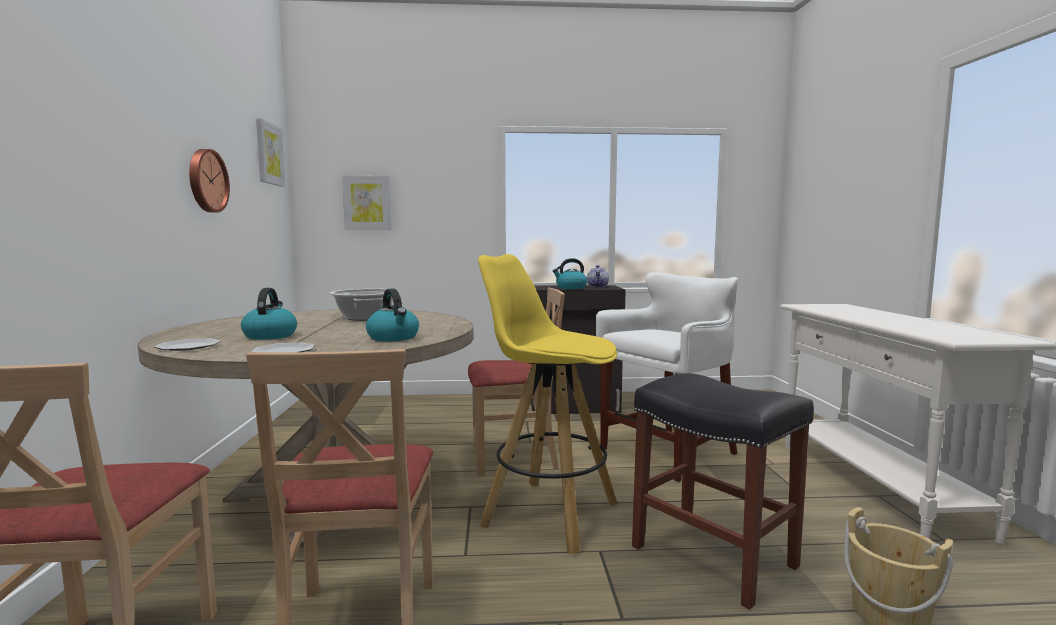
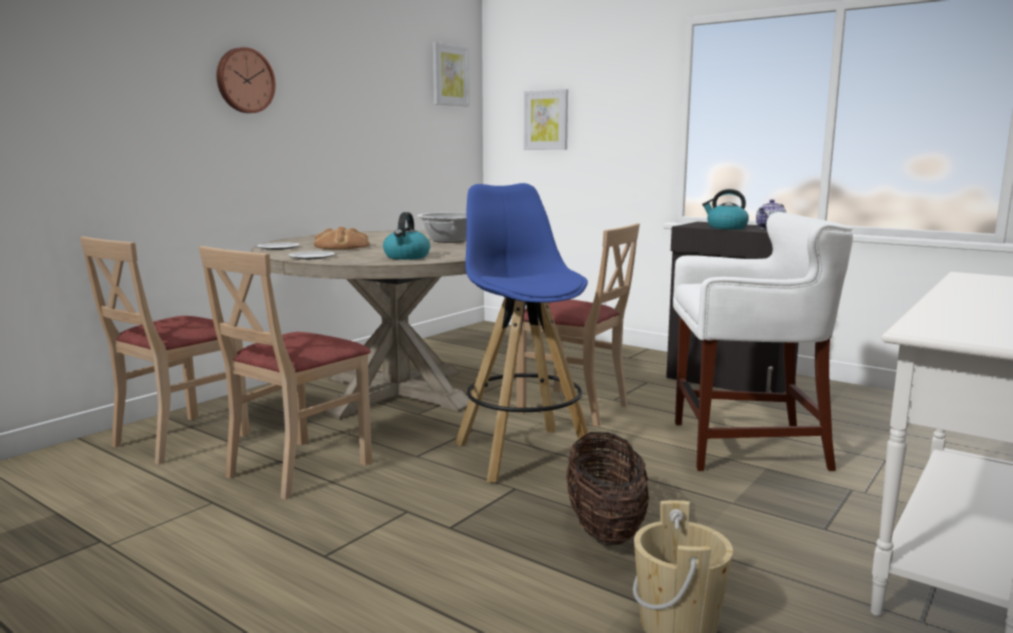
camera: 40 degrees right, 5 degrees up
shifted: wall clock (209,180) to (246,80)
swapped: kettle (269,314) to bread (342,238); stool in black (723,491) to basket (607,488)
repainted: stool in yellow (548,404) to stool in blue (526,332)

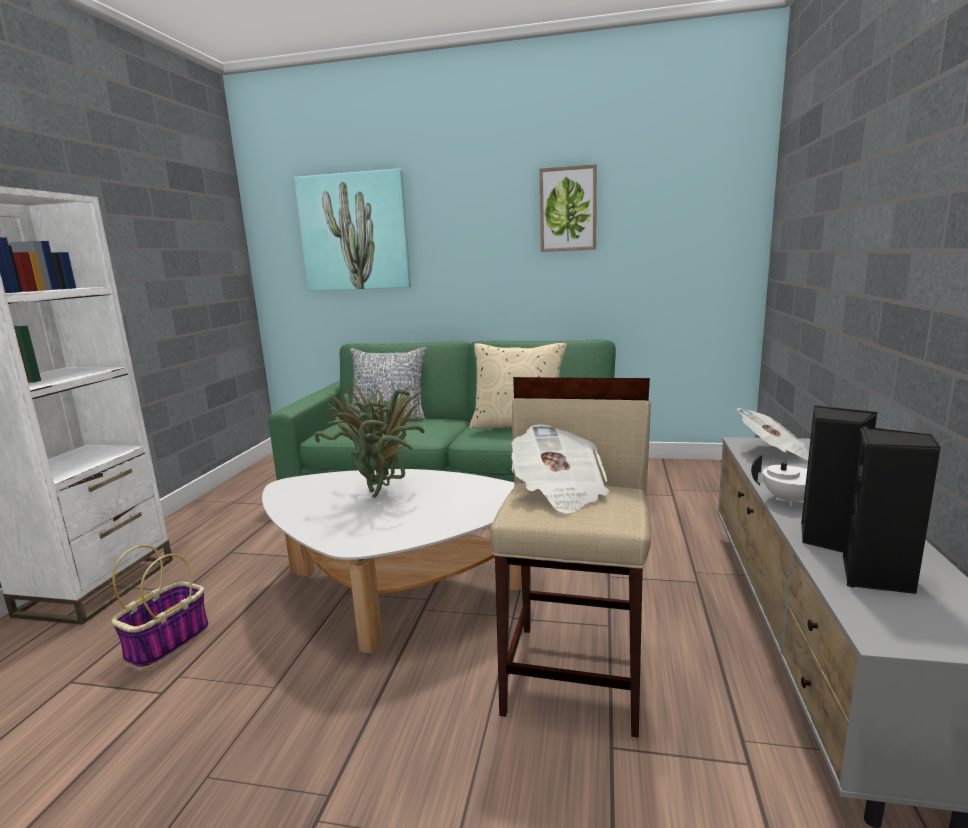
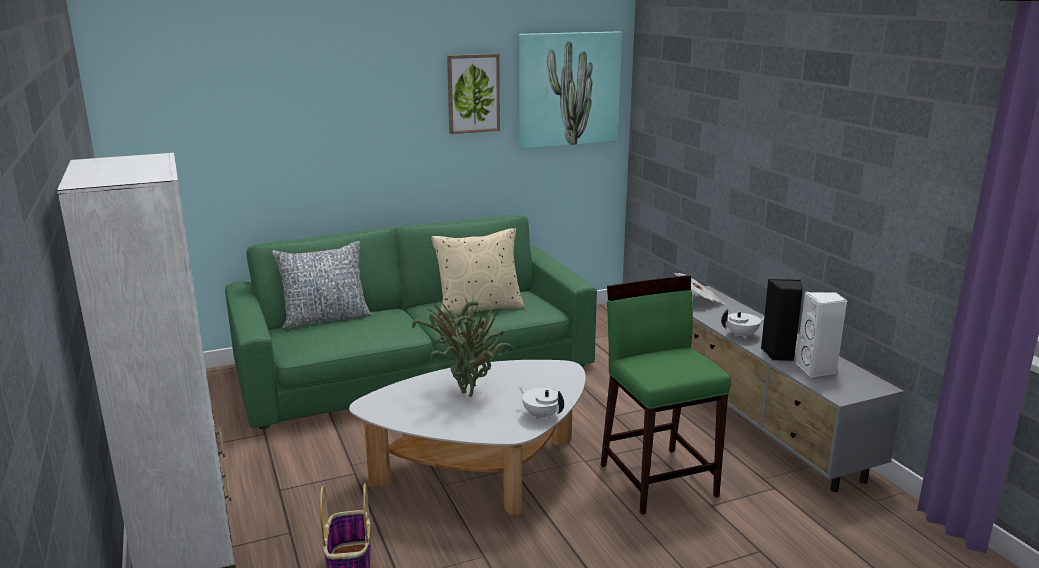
camera: 35 degrees left, 5 degrees up
gone: newspaper (560,469)
new: teapot in white (541,403)
shifted: picture (352,230) to (570,90)
repainted: stool in beige (570,557) to stool in green (666,395); speaker in black (892,510) to speaker in white (821,334)

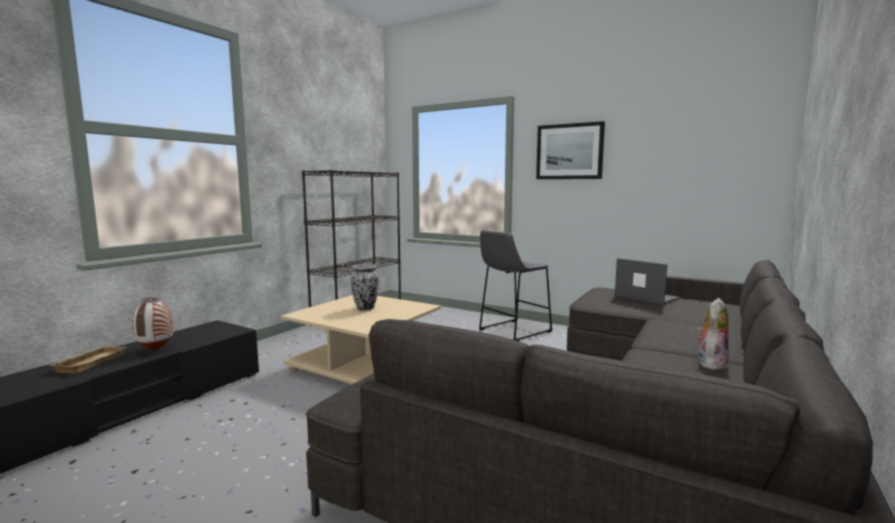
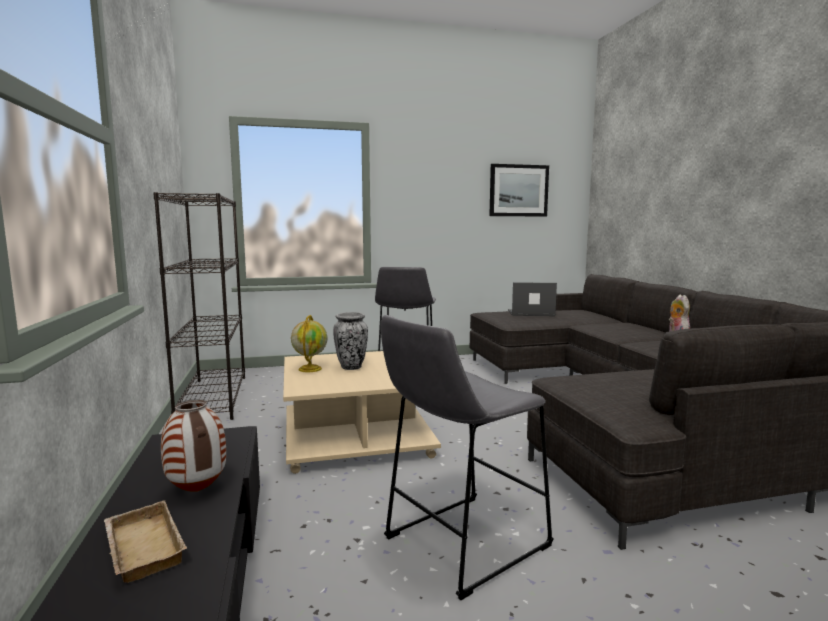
camera: 45 degrees left, 0 degrees up
new: globe (309,343); stool in grey (467,457)
shifted: picture (570,150) to (519,190)

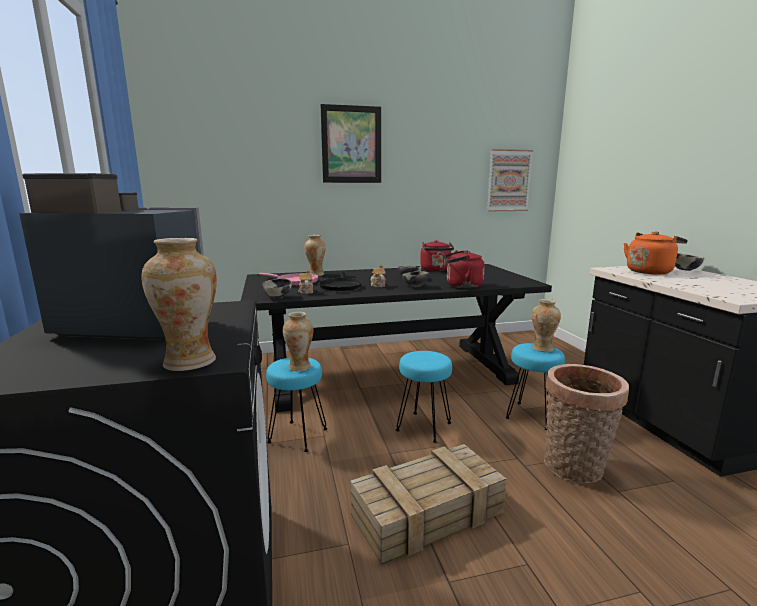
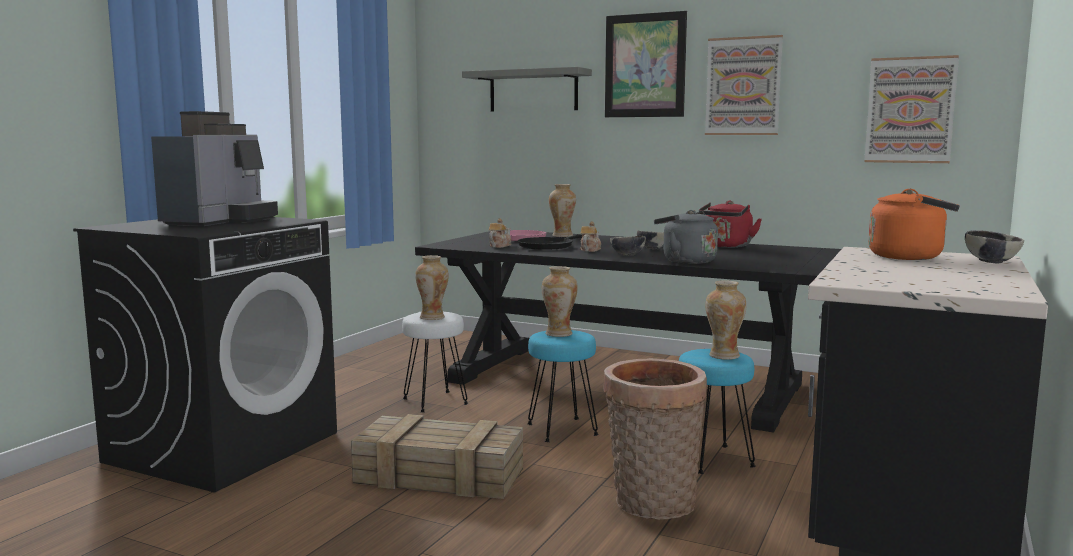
camera: 40 degrees right, 5 degrees down
gone: bowl (277,289)
new: shelf in grey (527,89); picture (744,85)
shifted: vase (179,304) to (560,301)
repainted: stool in turquoise (296,404) to stool in white (435,362); kettle in red (464,269) to kettle in grey (686,237)
rotated: coffee machine (111,256) = (214,168) 60 degrees clockwise

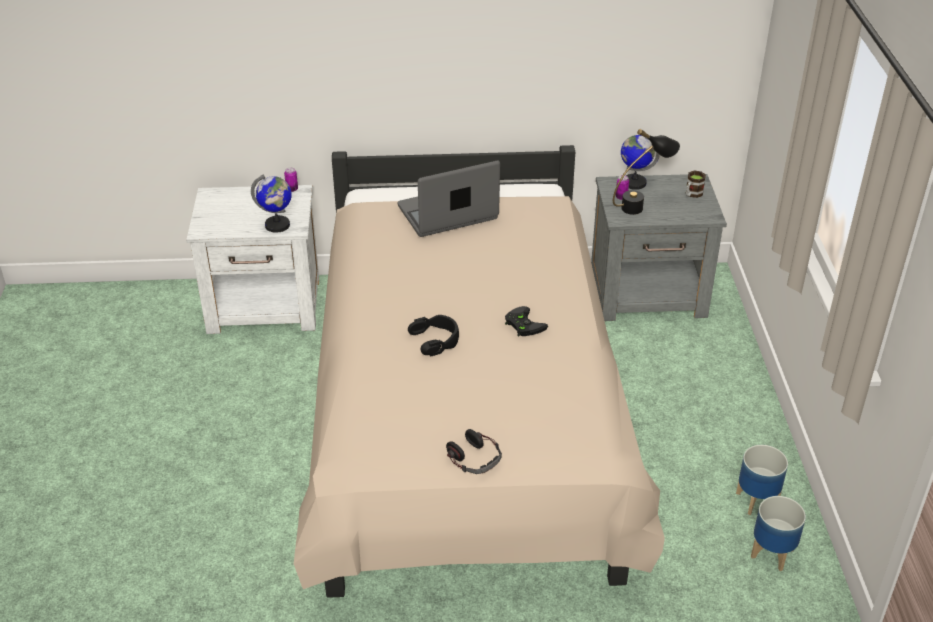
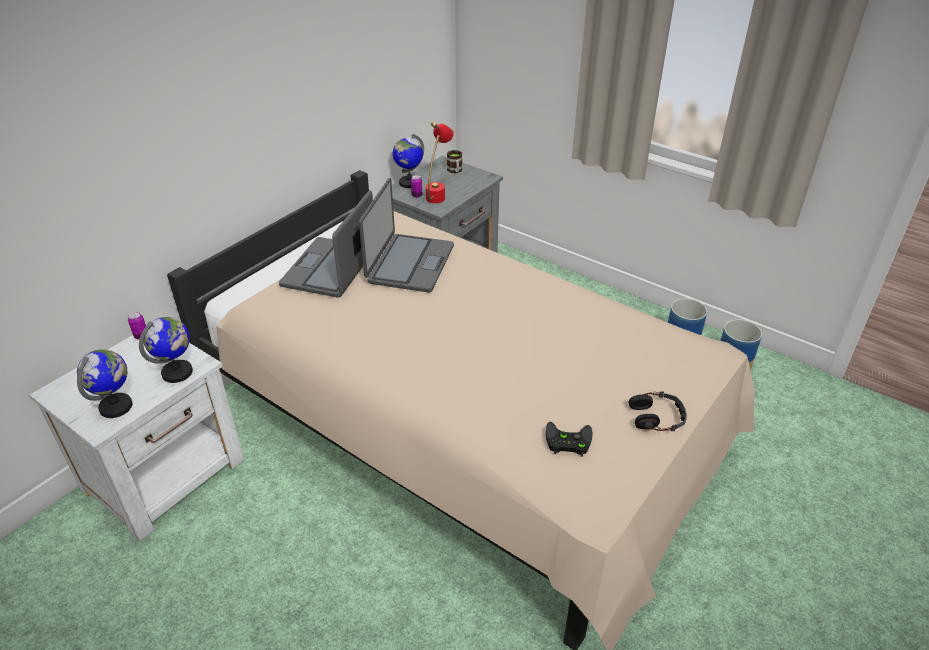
camera: 50 degrees left, 0 degrees up
gone: headphones in black (433,335)
new: globe (104,383); laptop (406,235)
shifted: game controller in black (526,321) to (569,439)
repainted: table lamp in black (646,172) to table lamp in red (440,162)

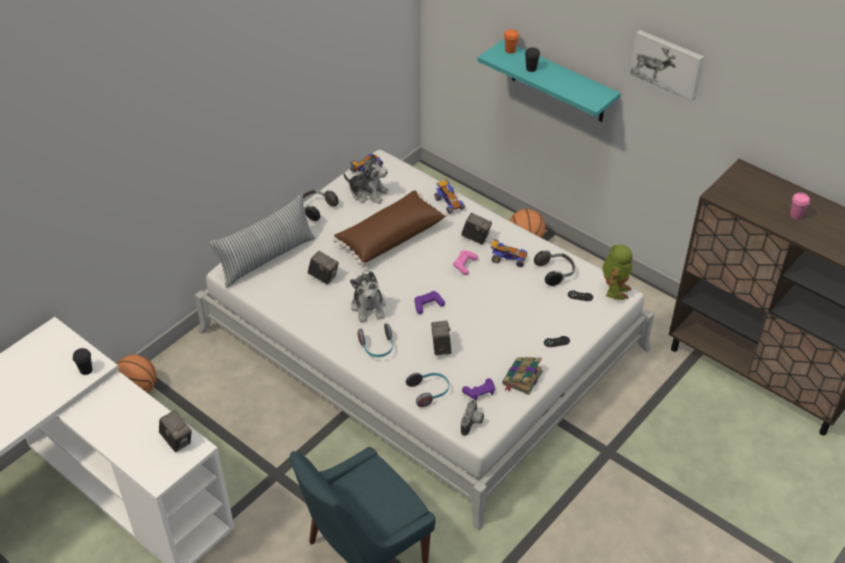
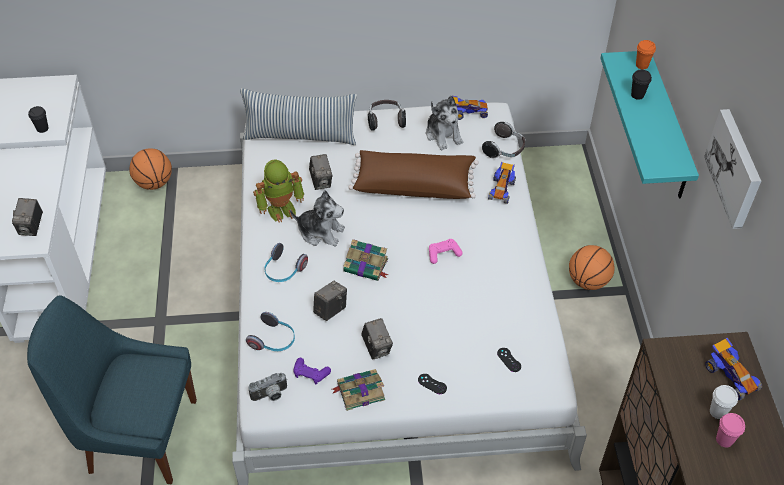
camera: 45 degrees right, 5 degrees up
new: cup in white (724,402)
shifted: photo camera (476,228) to (377,339); toy car (509,253) to (733,369); headphones (554,268) to (503,140); toy robot (618,272) to (278,191)
swapped: game controller in purple (429,302) to book (366,260)
rotated: plush toy (368,297) = (317,218) 105 degrees counterclockwise

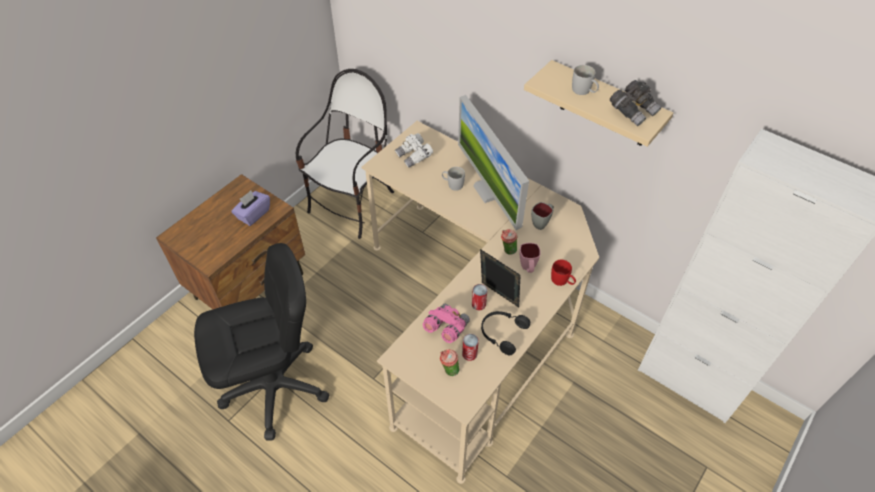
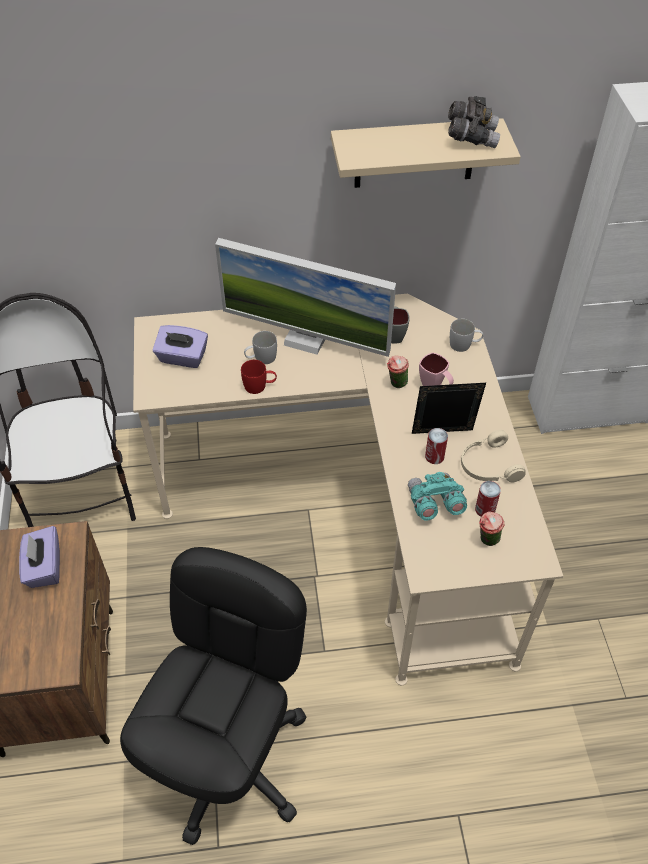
camera: 45 degrees left, 0 degrees up
shifted: mug in red (563,273) to (259,377); mug in white (585,80) to (466,335)
swapped: binoculars in white (414,150) to tissue box in purple (180,346)
repainted: binoculars in pink (446,323) to binoculars in turquoise (437,496); headphones in black (505,333) to headphones in beige (493,456)

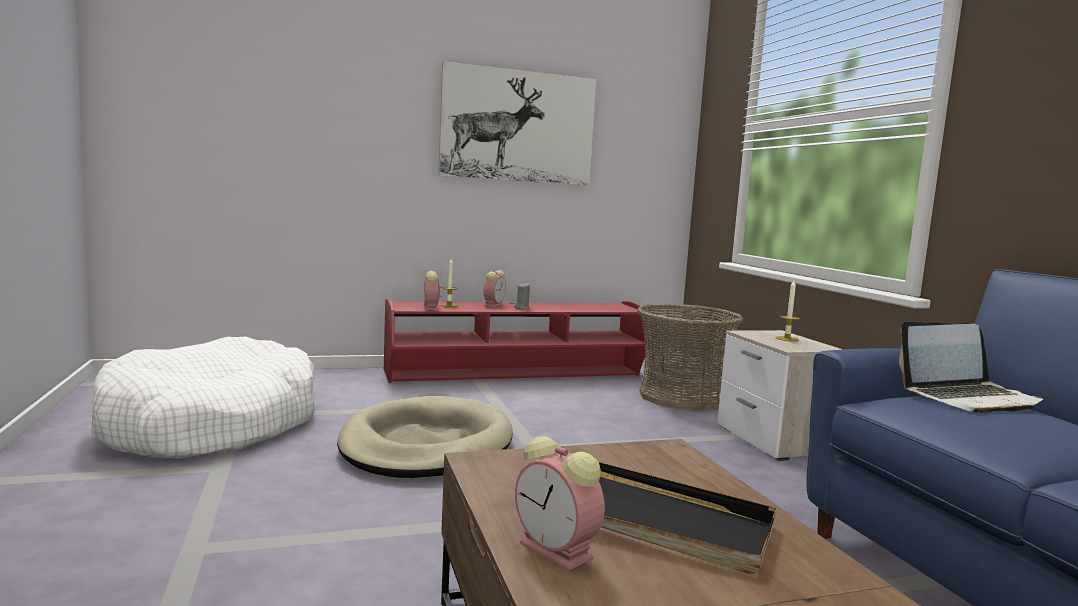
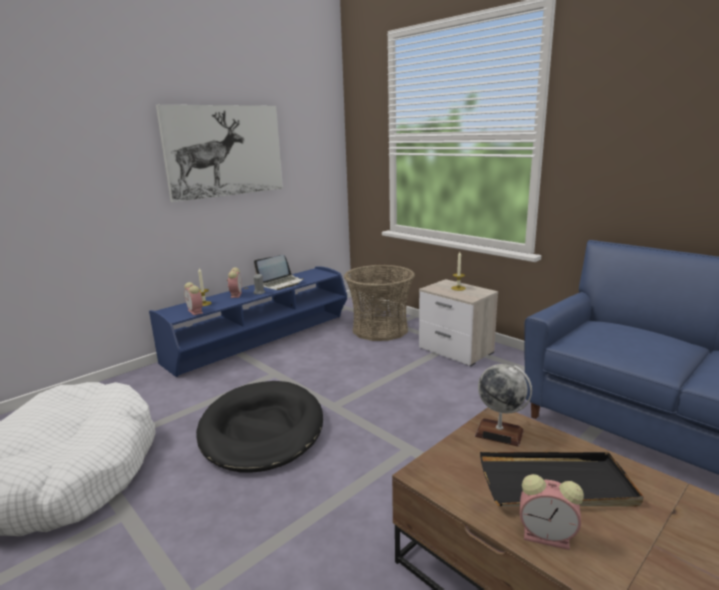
camera: 25 degrees left, 10 degrees up
new: globe (503,405)
shifted: laptop (971,367) to (279,272)
repainted: dog bed in beige (425,437) to dog bed in black (259,427); tv stand in red (515,341) to tv stand in blue (248,321)

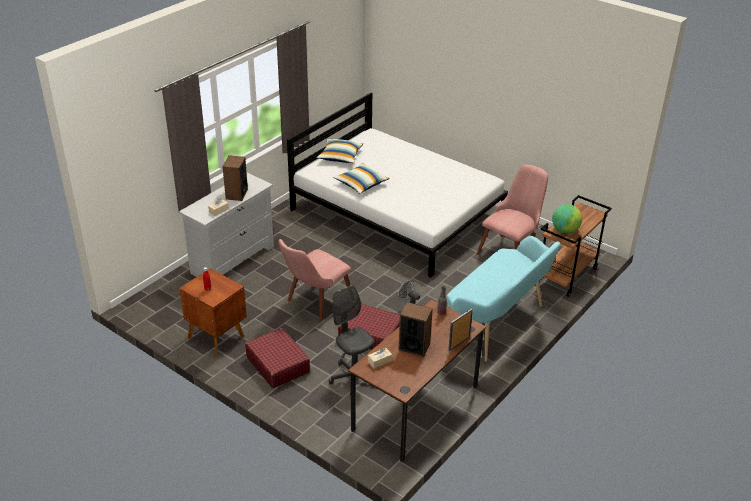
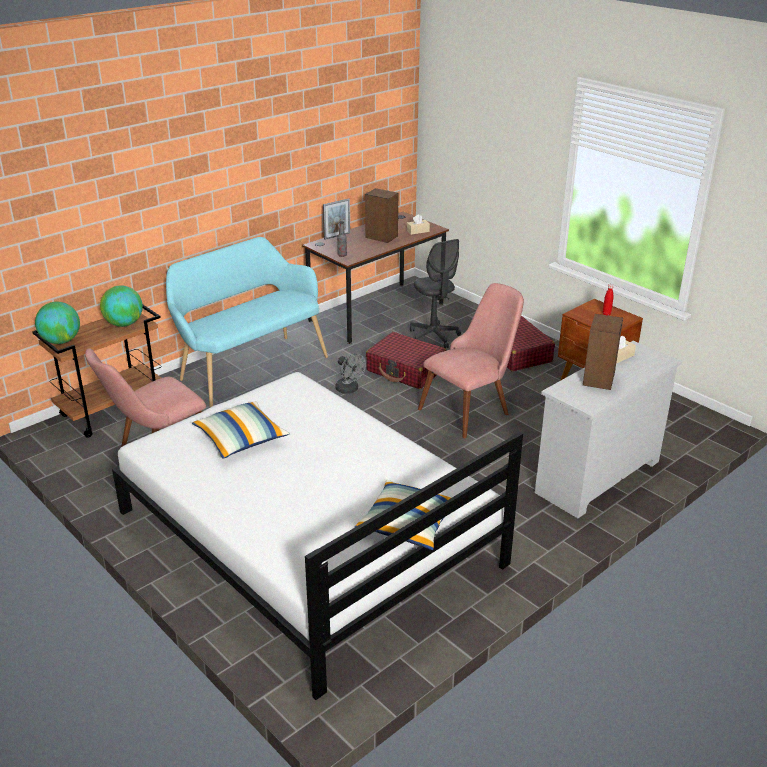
camera: 170 degrees left, 5 degrees down
new: globe (57,323)
shifted: pillow (361,178) to (241,430)

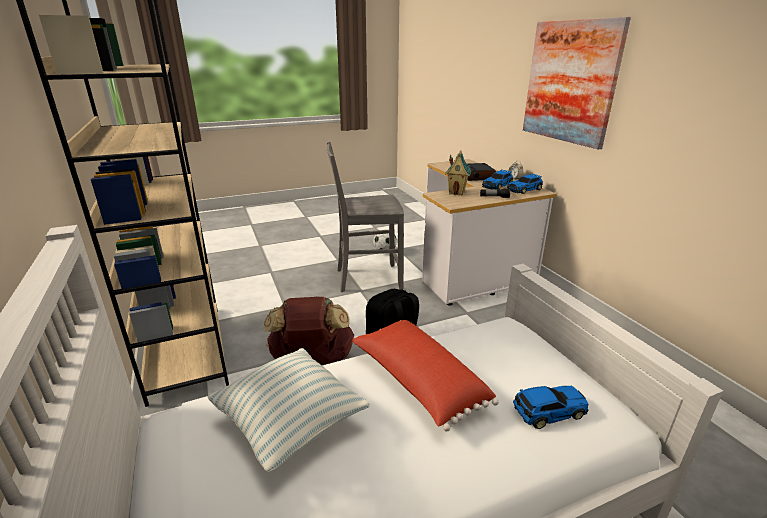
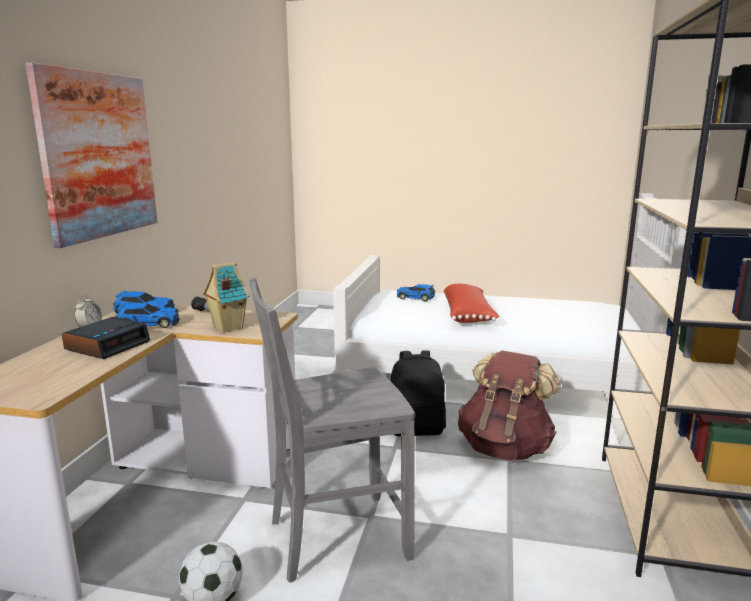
camera: 145 degrees left, 10 degrees down
gone: pillow (289,410)
rotated: chair in grey (365,217) = (332,430) 135 degrees clockwise

